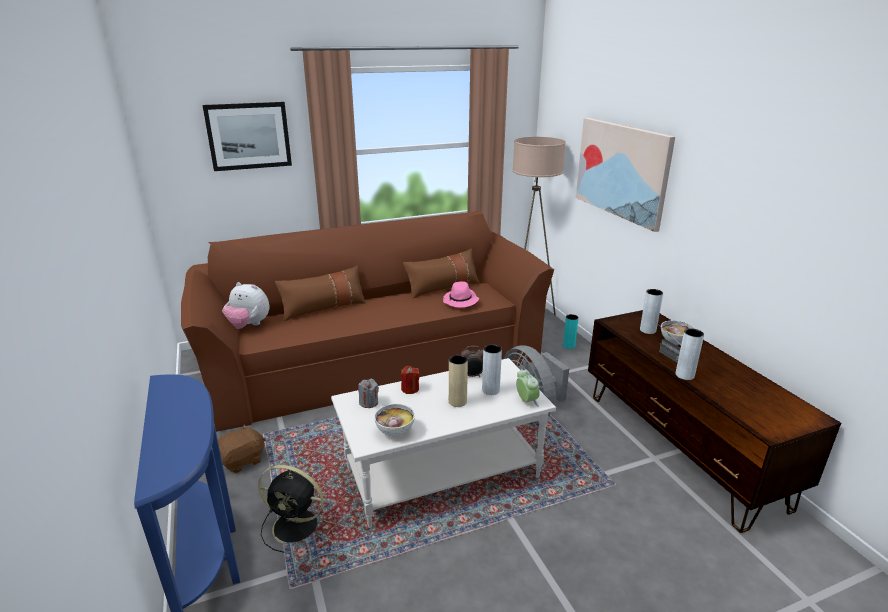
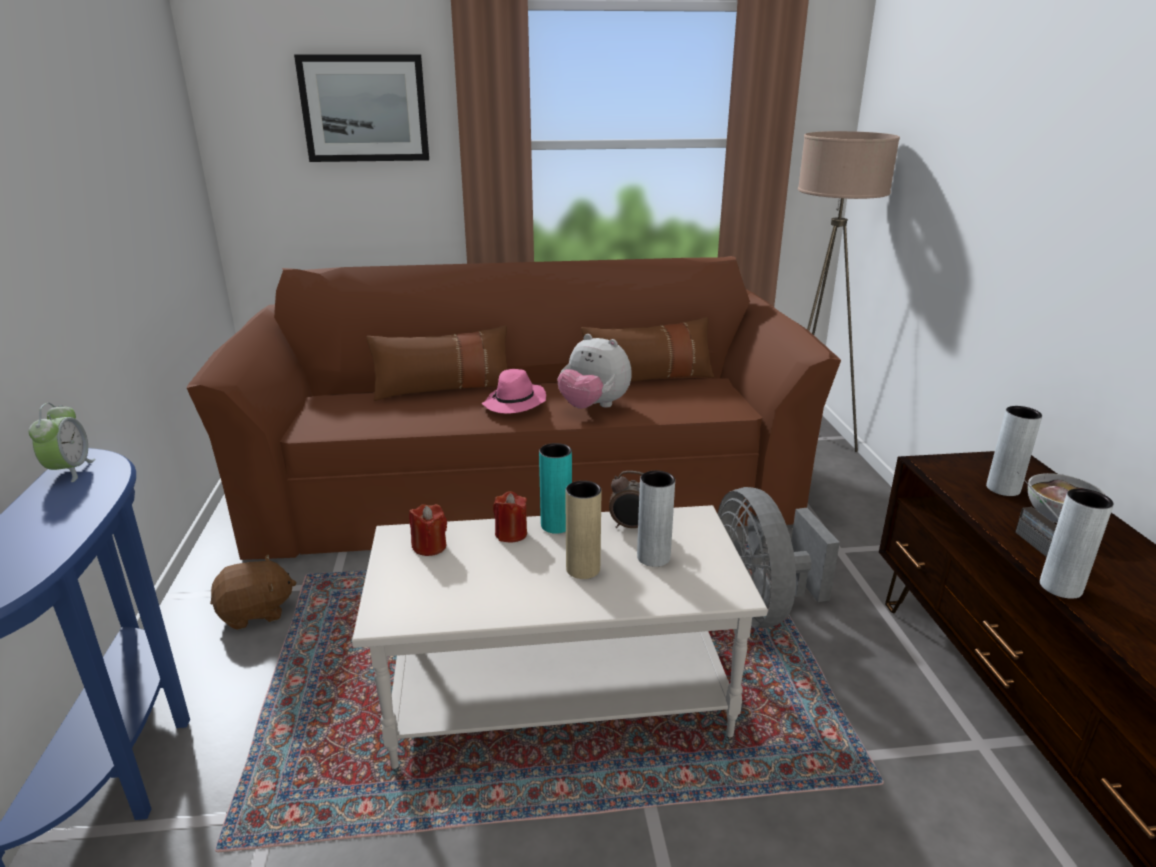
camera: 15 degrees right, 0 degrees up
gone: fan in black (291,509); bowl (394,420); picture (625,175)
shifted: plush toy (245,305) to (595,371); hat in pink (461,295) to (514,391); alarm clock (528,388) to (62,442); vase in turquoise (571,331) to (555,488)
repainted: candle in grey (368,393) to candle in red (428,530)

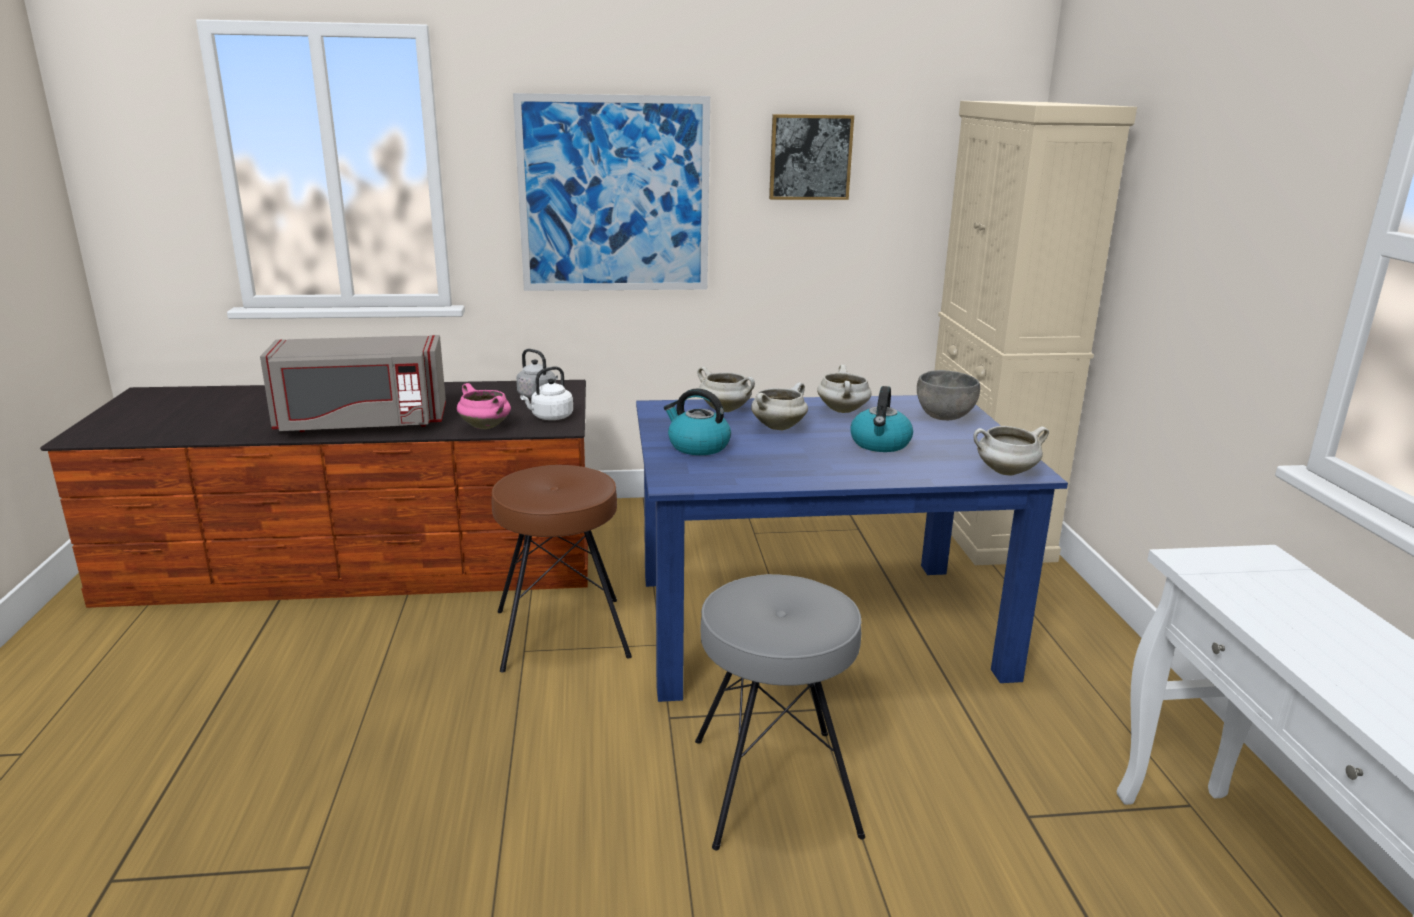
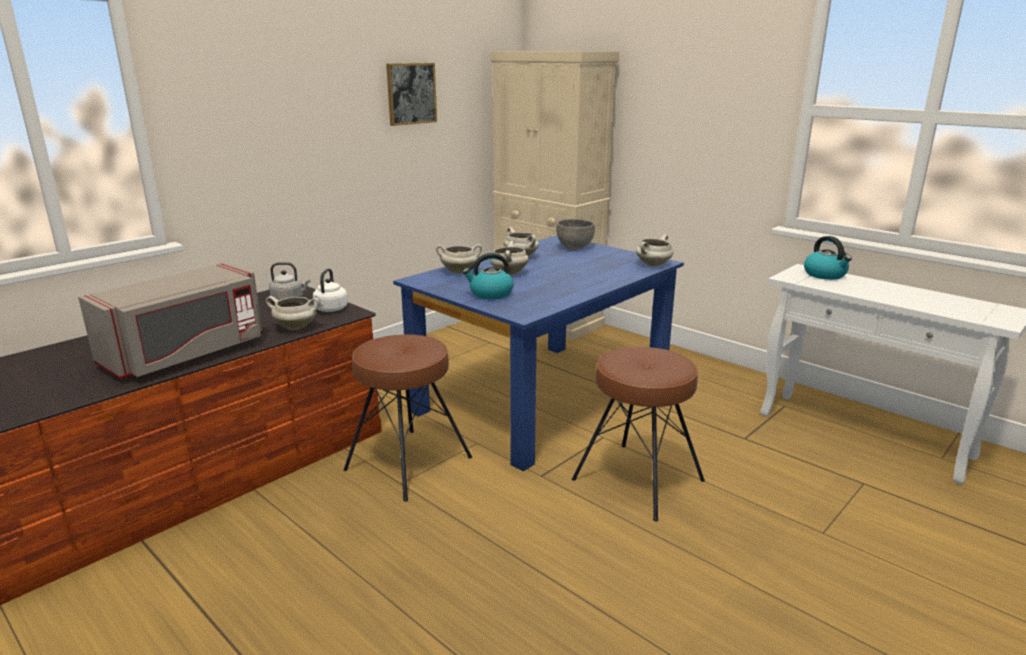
camera: 40 degrees left, 0 degrees up
gone: picture (611,192)
shifted: kettle (882,419) to (828,258)
repainted: cooking pot in pink (484,406) to cooking pot in white (293,313); stool in grey (780,712) to stool in brown (638,434)

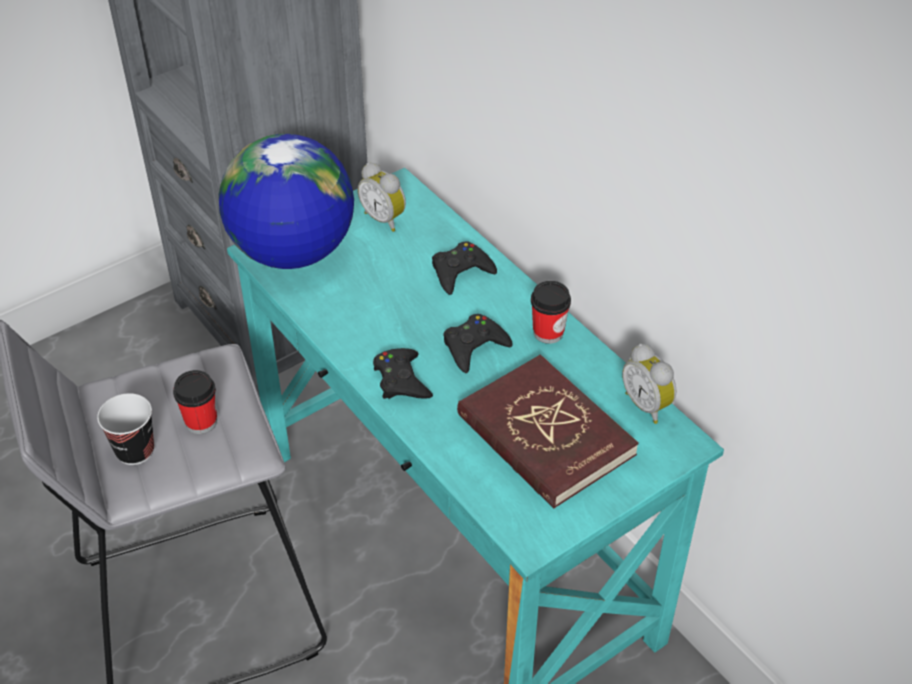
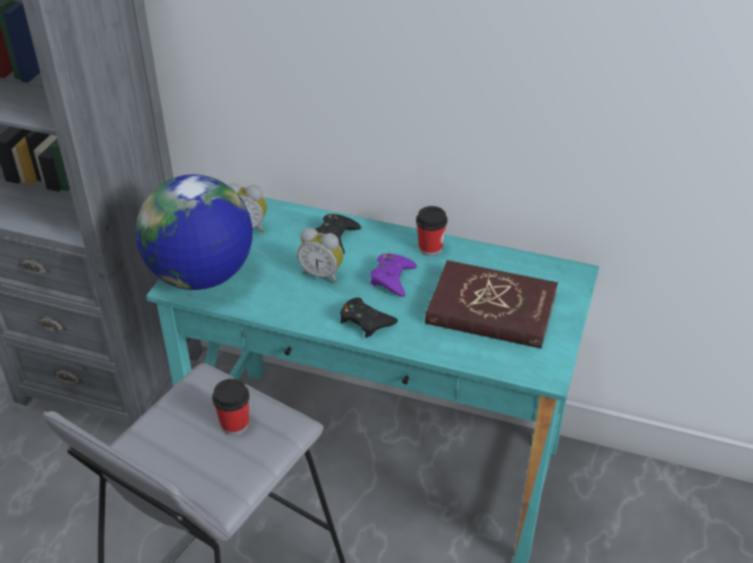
camera: 35 degrees left, 5 degrees down
gone: cup (125,429)
shifted: alarm clock (649,384) to (320,255)
repainted: game controller in black (478,343) to game controller in purple (393,275)

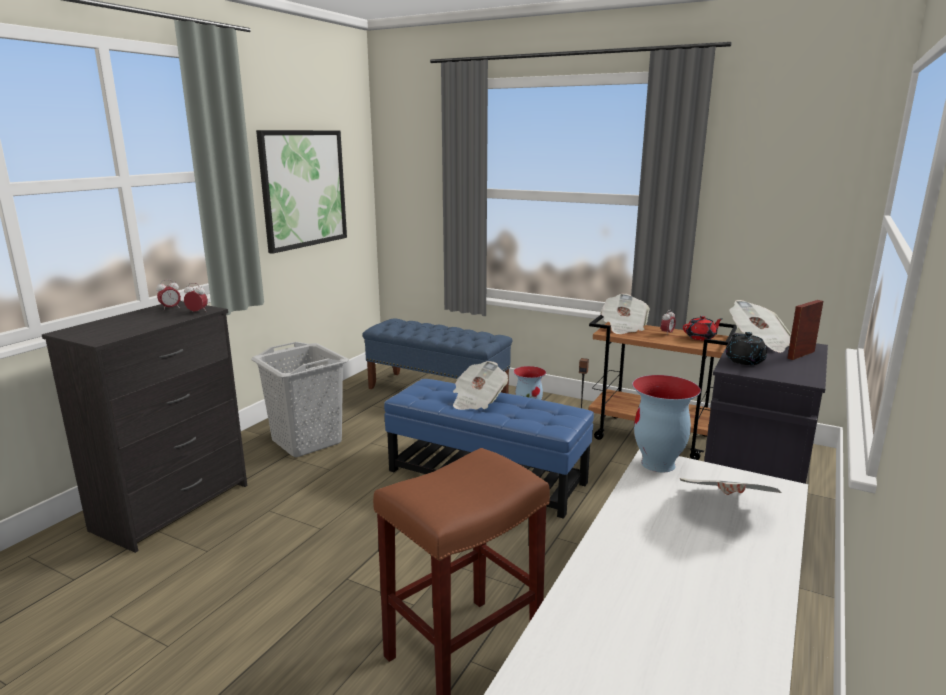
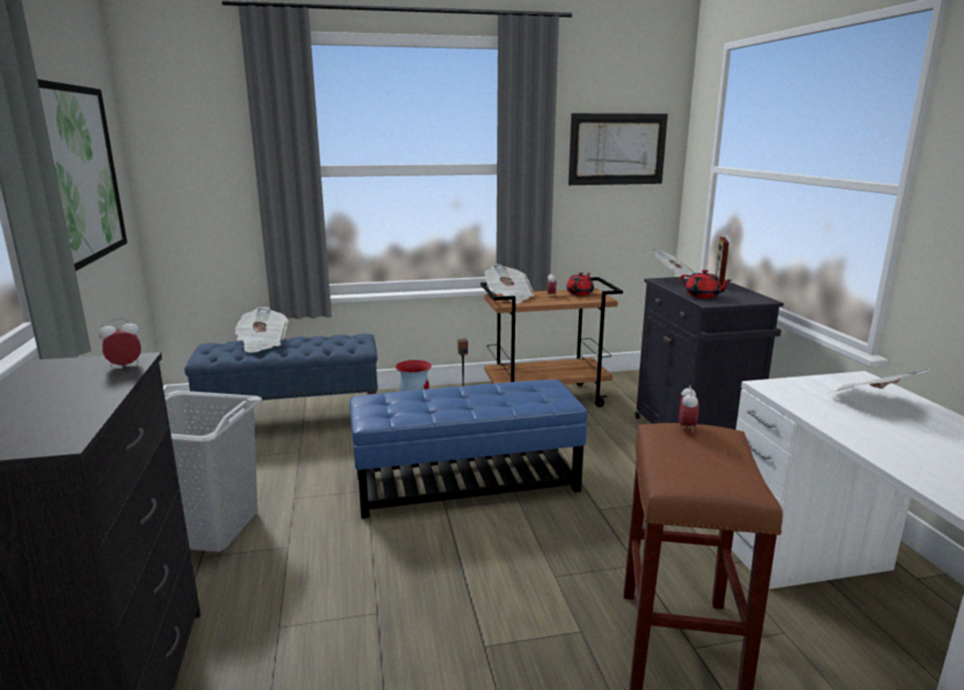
camera: 40 degrees left, 0 degrees up
gone: vase (666,423)
new: picture (618,149)
shifted: alarm clock (168,294) to (689,409); newspaper (480,385) to (261,330)
repainted: teapot in black (746,348) to teapot in red (706,284)

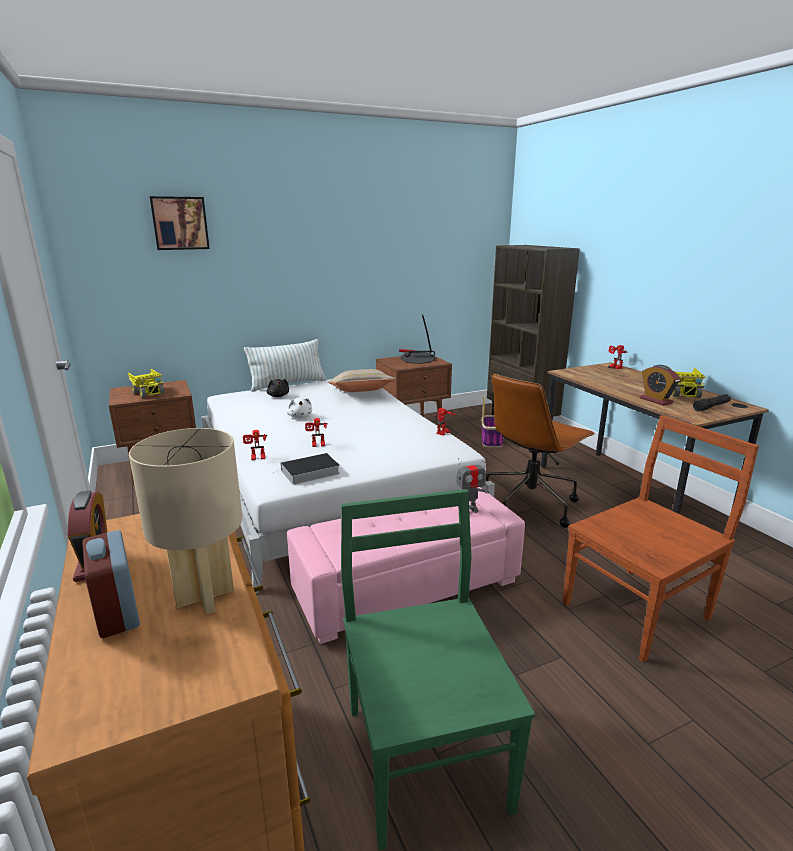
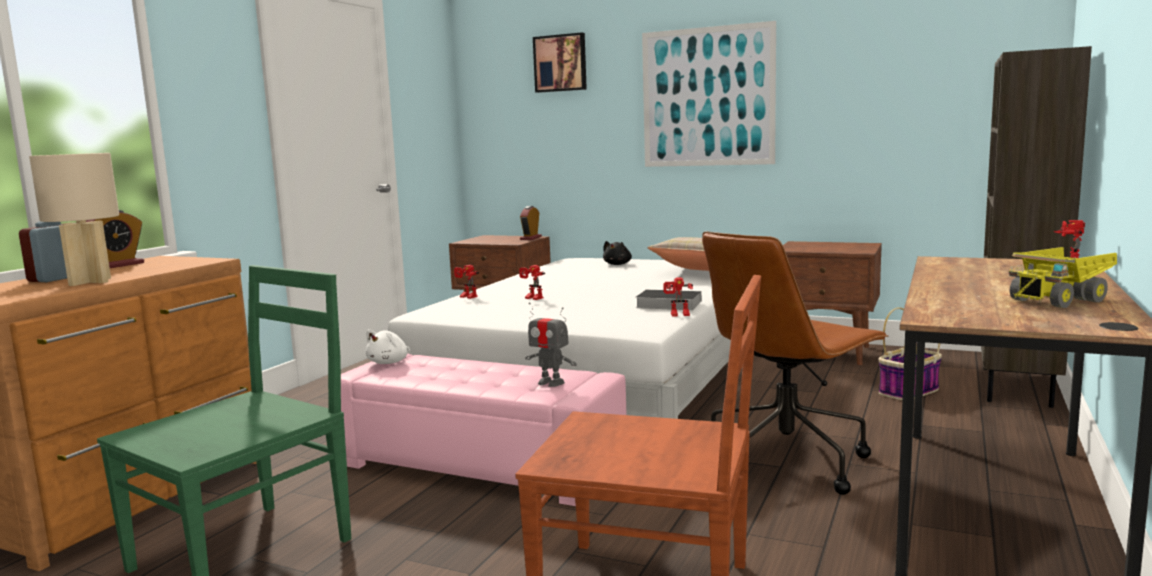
camera: 50 degrees right, 10 degrees down
gone: toy truck (146,383); pillow (285,365); table lamp (417,339); flashlight in black (712,403)
new: picture (709,94)
shifted: book (306,469) to (668,299); plush toy in white (299,408) to (388,346); alarm clock (659,385) to (531,223)
rotated: office chair in brown (540,451) = (795,363) 45 degrees counterclockwise

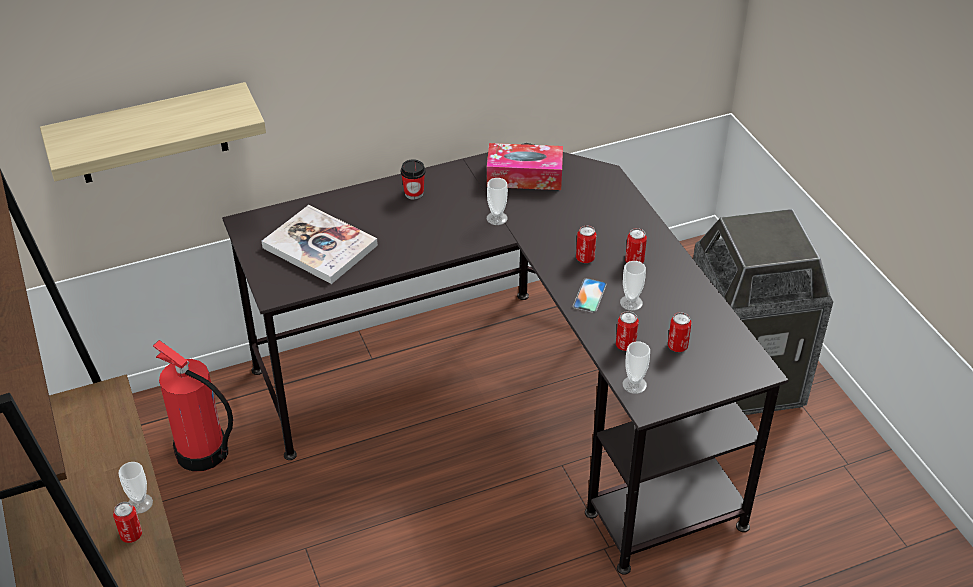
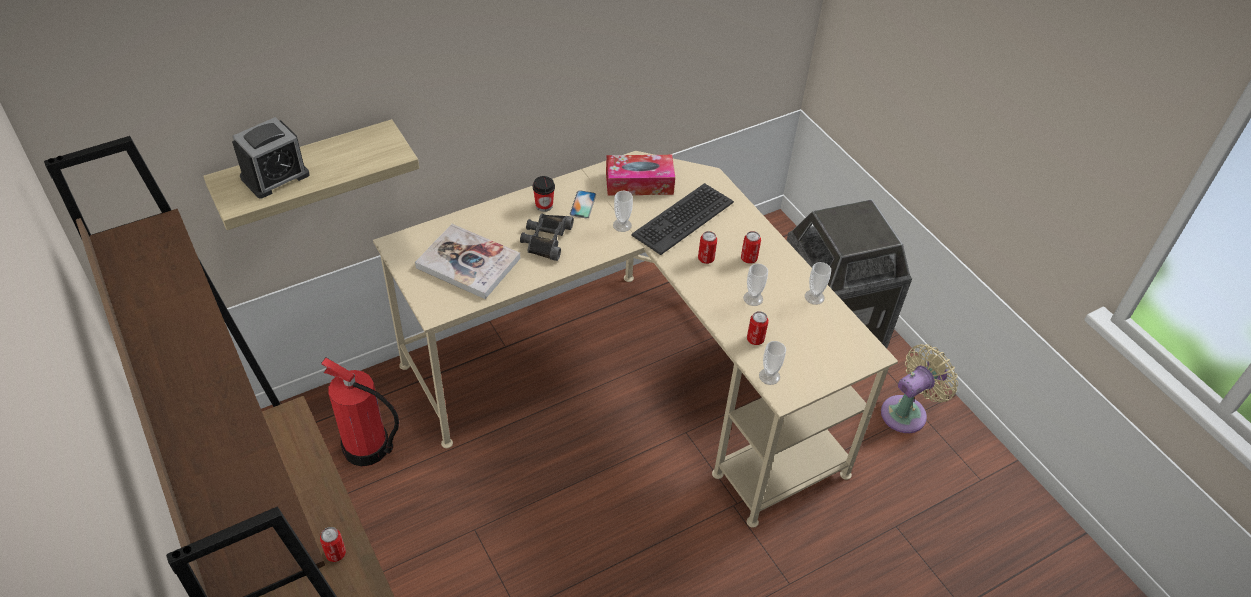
camera: 10 degrees left, 5 degrees up
gone: can (680,332)
new: alarm clock (270,158); binoculars in black (547,237); keyboard (682,219); fan in beige (919,388)
shifted: cup (136,488) to (818,283); phone (590,295) to (583,204)
repainted: desk in black (505,359) to desk in beige (635,339)

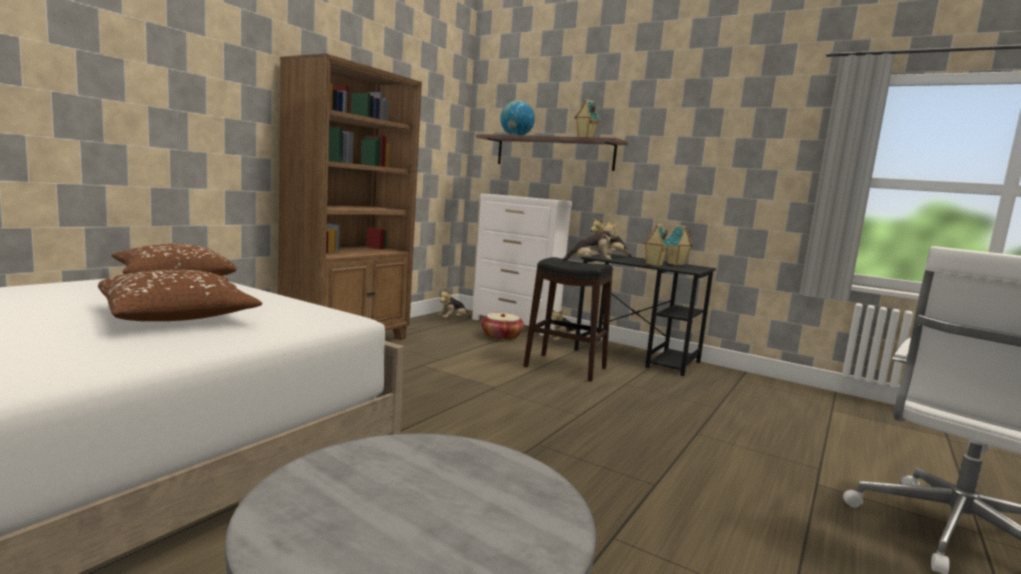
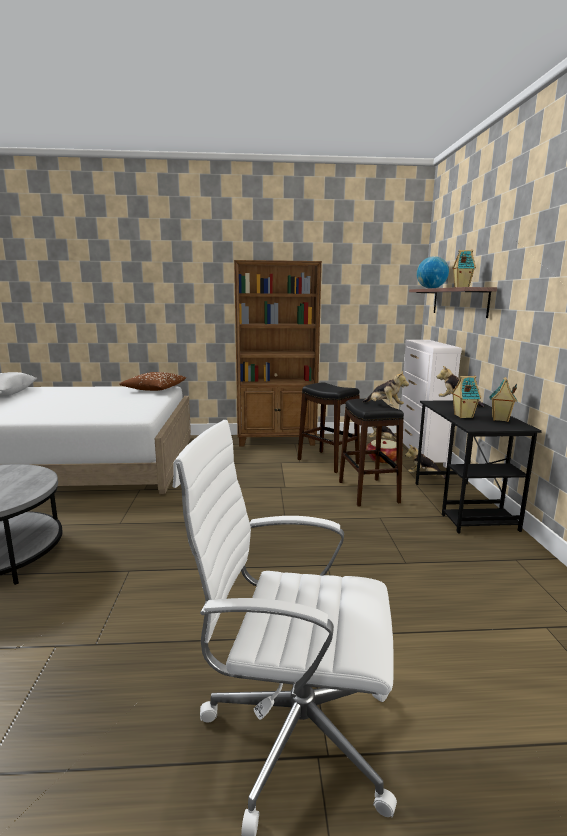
camera: 55 degrees right, 5 degrees up
gone: pillow in brown (180,295)
new: stool in black (328,427)

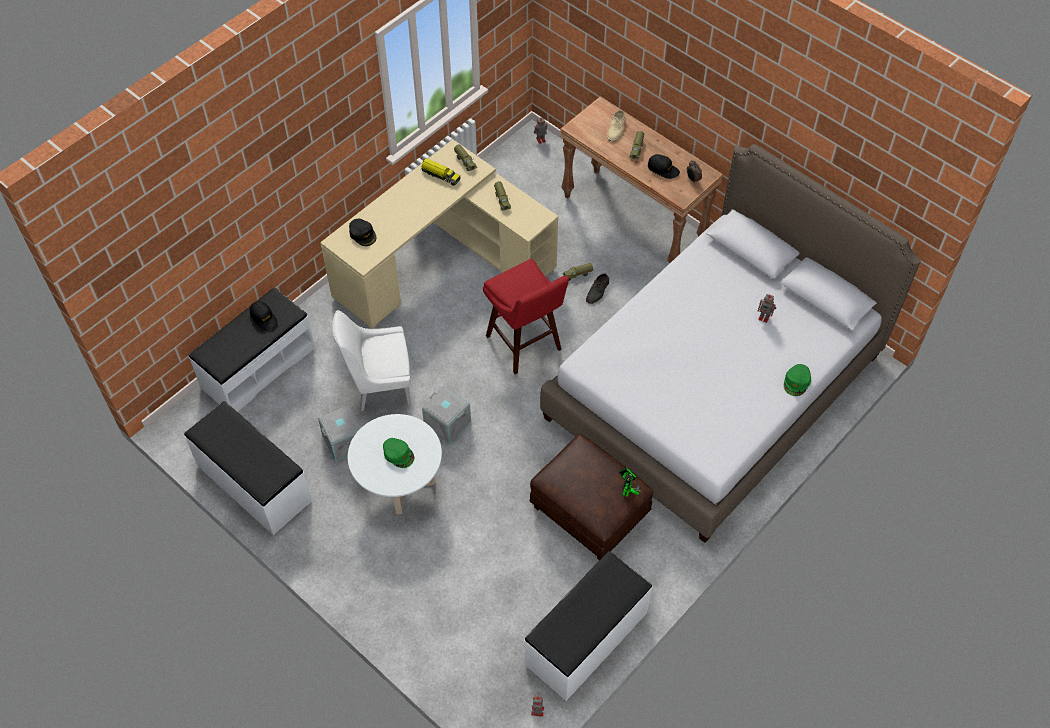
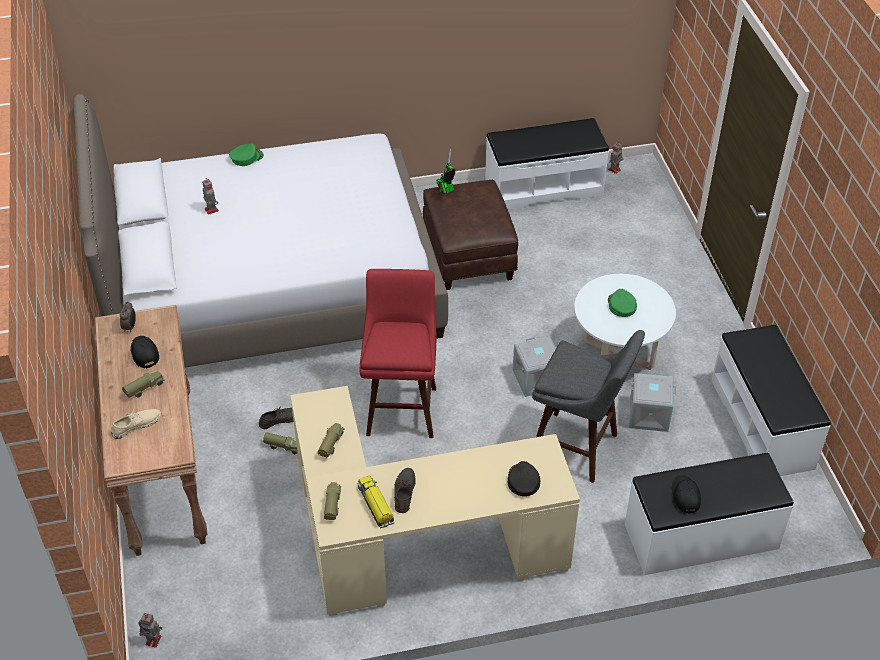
camera: 145 degrees left, 10 degrees down
new: shoe in grey (405,490)
swapped: chair in white (371,360) to stool in grey (588,406)

